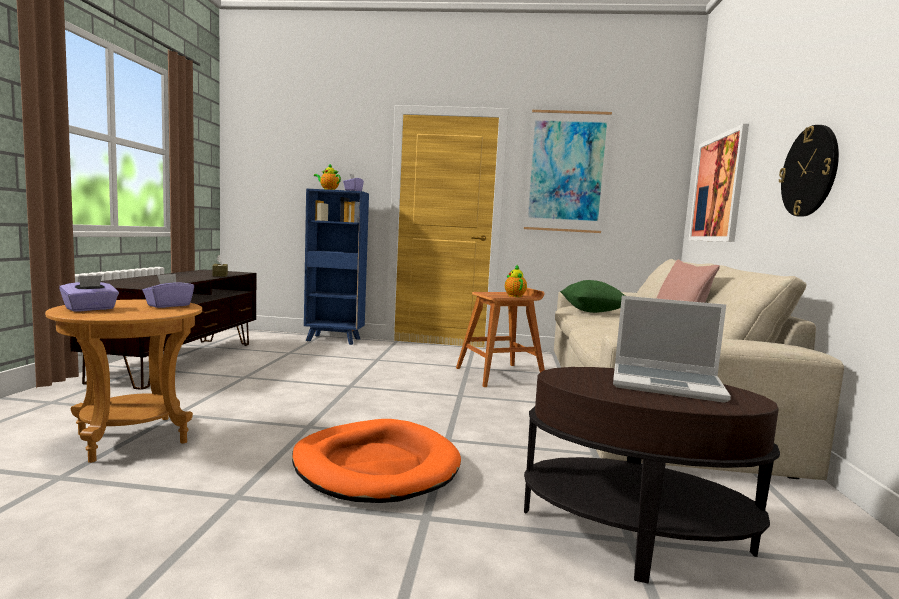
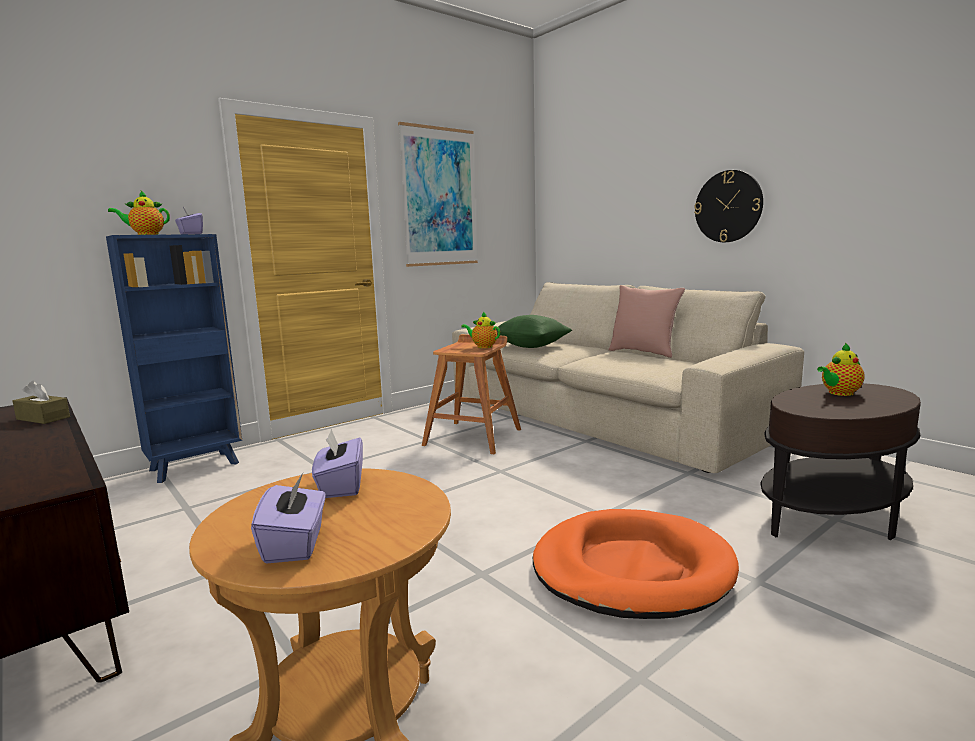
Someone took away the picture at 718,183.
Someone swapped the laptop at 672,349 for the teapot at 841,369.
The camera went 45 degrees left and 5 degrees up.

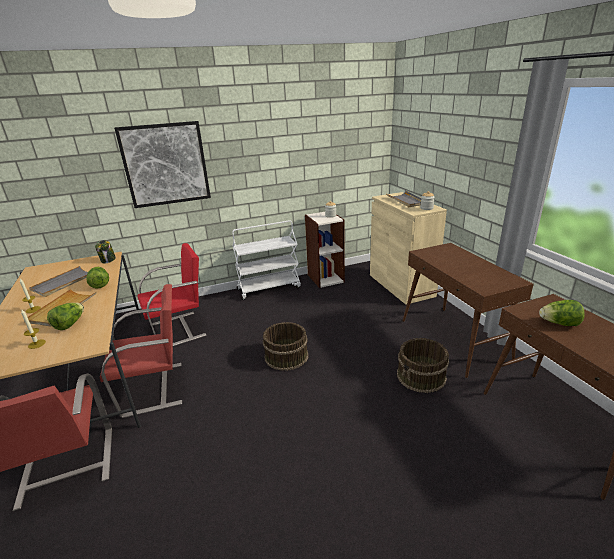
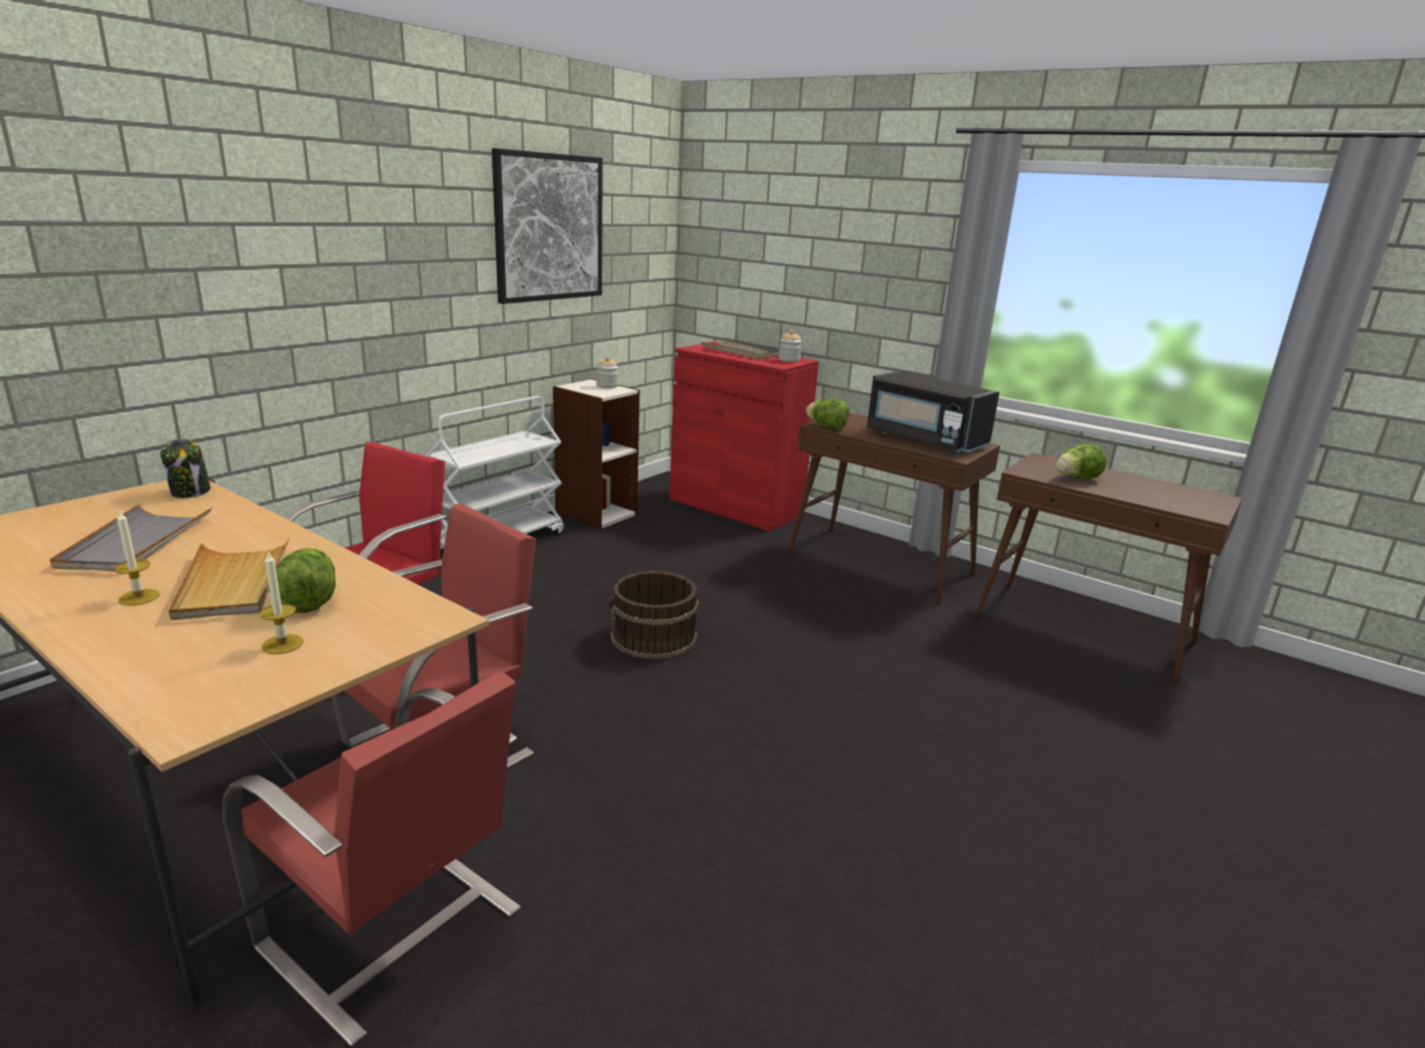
Someone carried the picture from 162,164 to 547,226.
Someone repainted the beige cabinet at 408,248, which became the red cabinet at 744,436.
Someone carried the lettuce from 97,278 to 827,414.
Someone took away the brown bucket at 423,365.
Someone put down the black microwave at 933,412.
The camera went 35 degrees left and 5 degrees down.

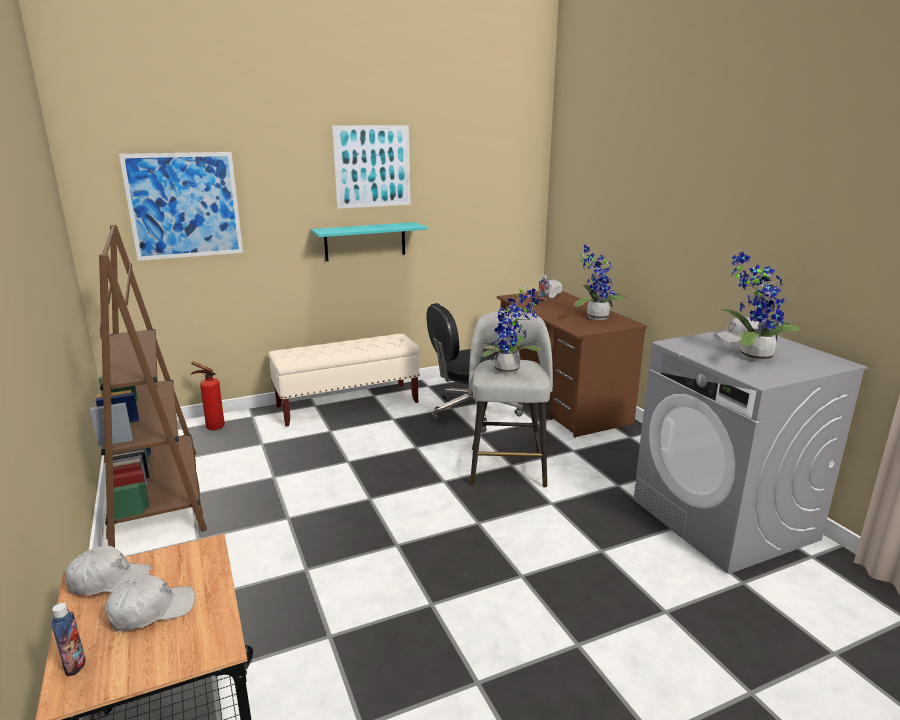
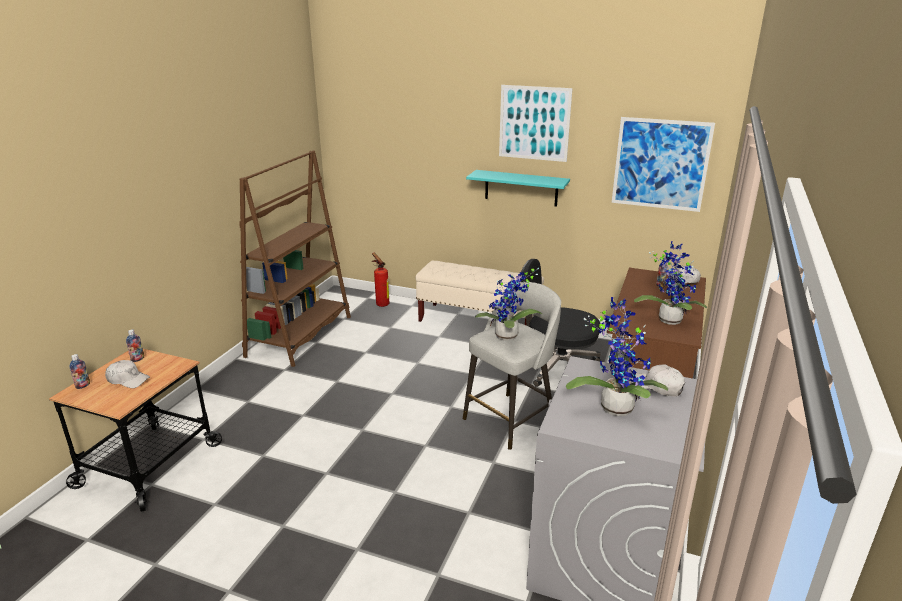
Someone carried the picture from 181,206 to 663,164.
Someone swapped the white cap at 108,570 for the bottle at 135,345.
The camera went 45 degrees right and 5 degrees up.

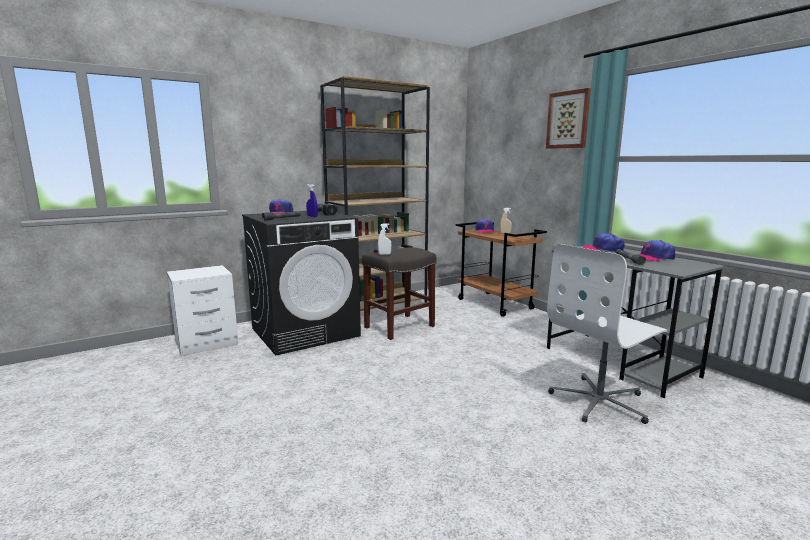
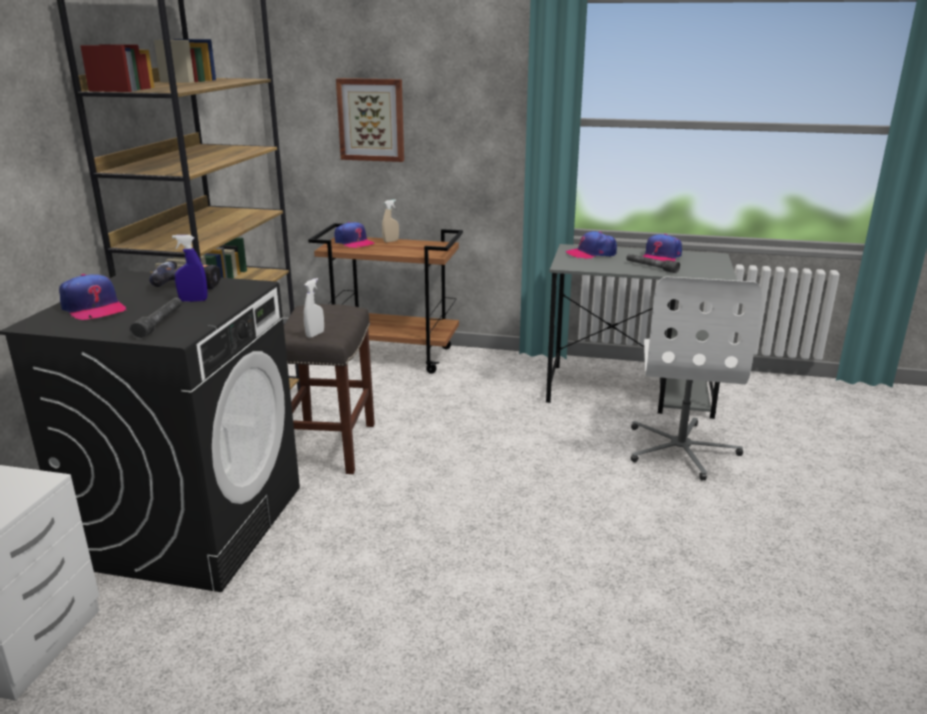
Someone carried the picture from 568,118 to 370,120.
The camera went 45 degrees left and 10 degrees up.

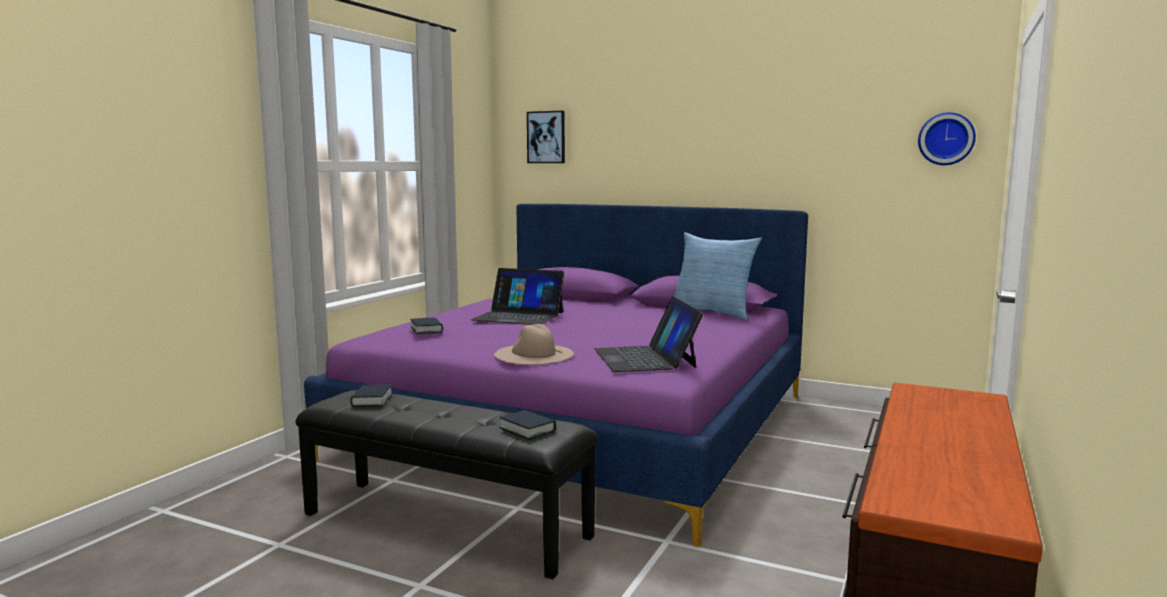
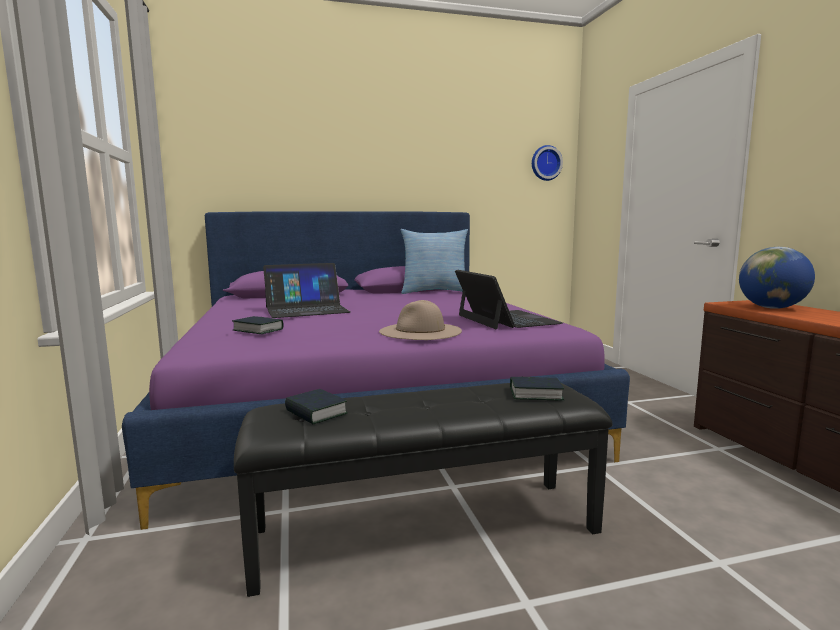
Someone took away the picture at 546,137.
Someone rotated the laptop at 648,334 by 150 degrees counterclockwise.
Someone put down the globe at 777,278.
The camera went 40 degrees left and 0 degrees up.

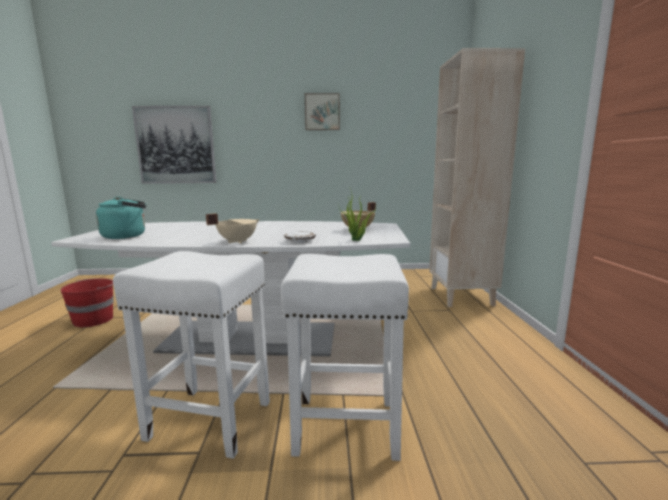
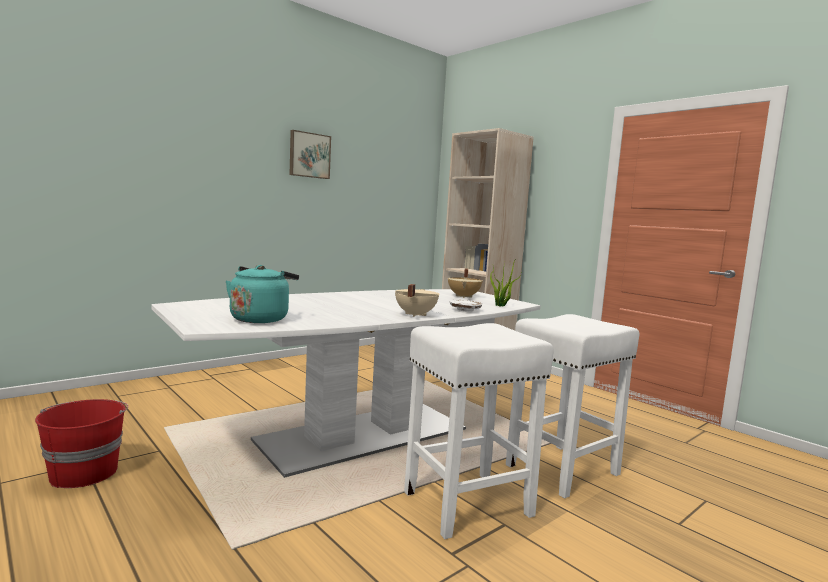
Someone took away the picture at 174,145.
The camera went 40 degrees left and 5 degrees down.

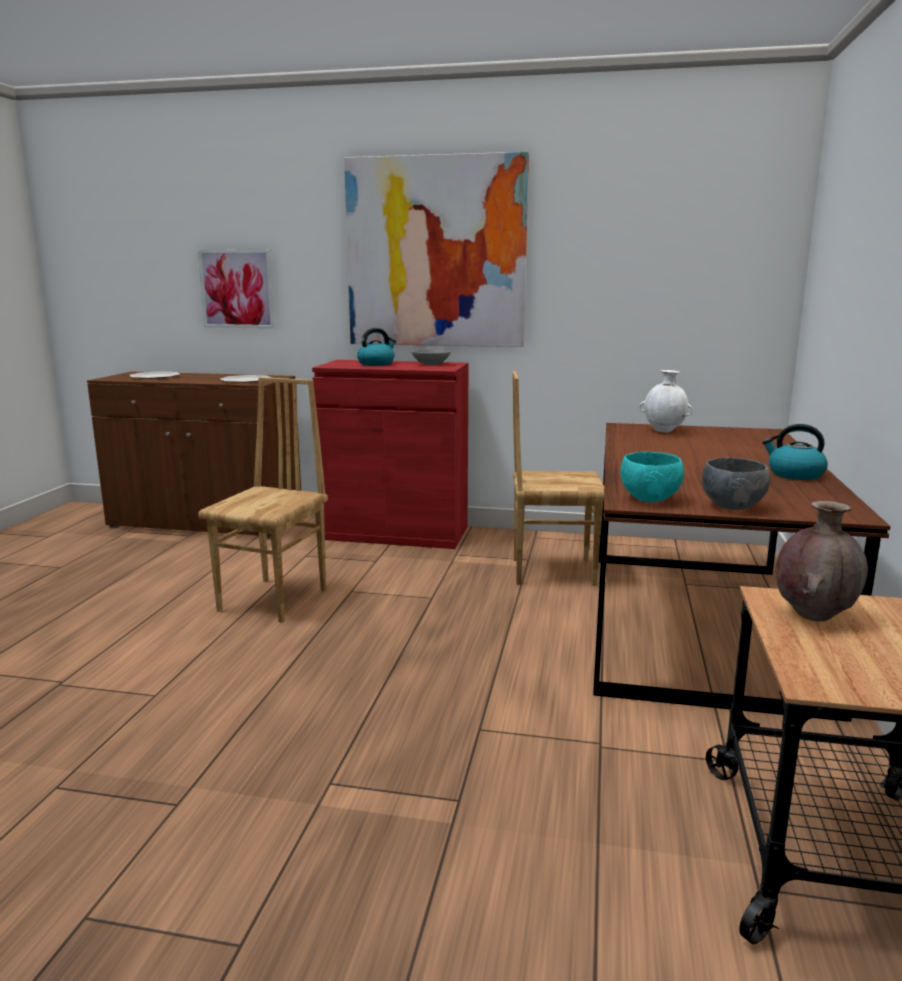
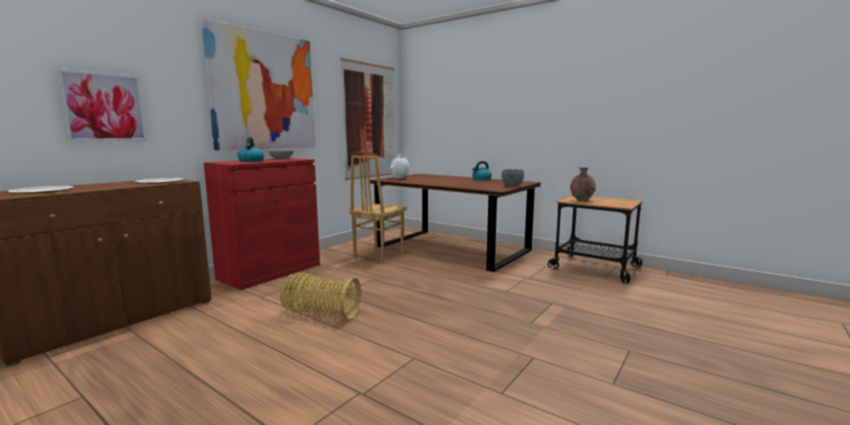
Someone swapped the brown chair at 263,500 for the basket at 320,296.
Someone took away the turquoise bowl at 652,477.
Someone put up the picture at 368,119.
The camera went 65 degrees left and 5 degrees down.

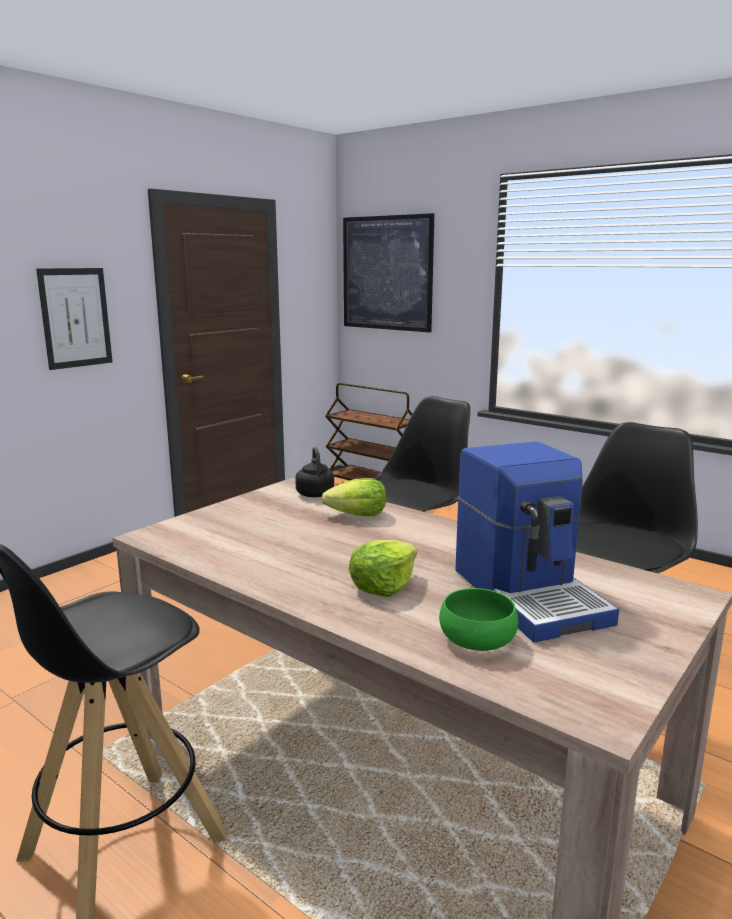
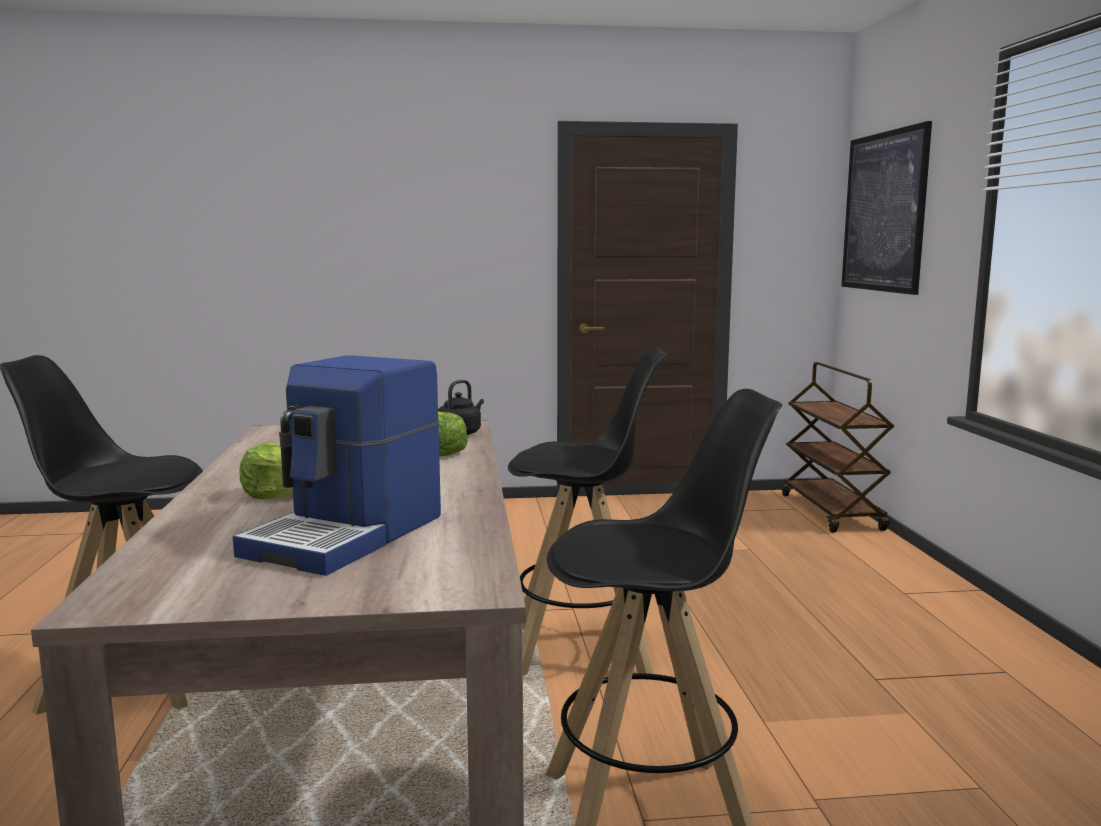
Someone took away the picture at 74,319.
Someone took away the green bowl at 479,619.
The camera went 45 degrees right and 5 degrees down.

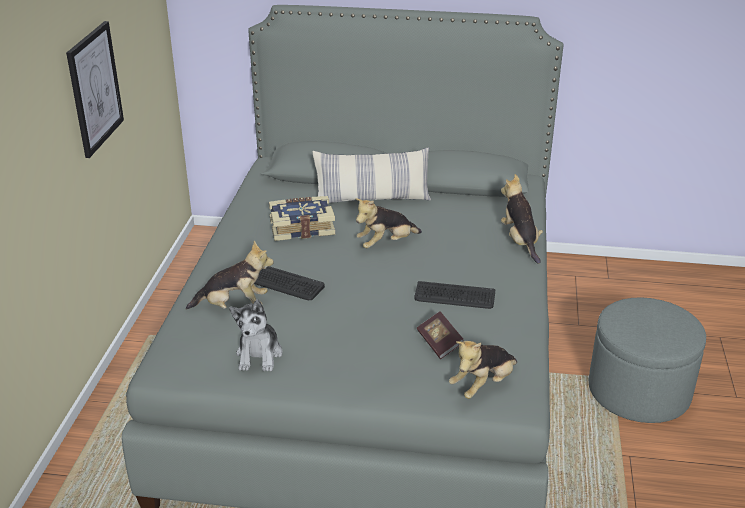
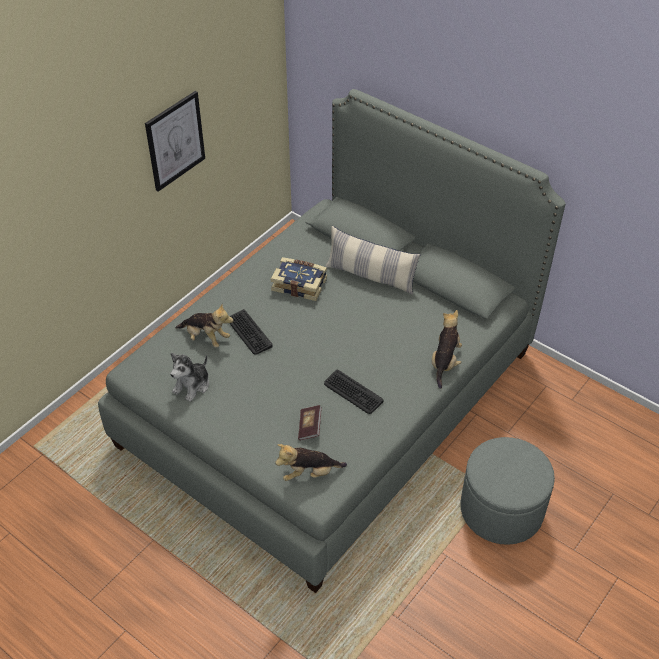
Someone took away the plush toy at 388,223.
The camera went 30 degrees right and 15 degrees up.

